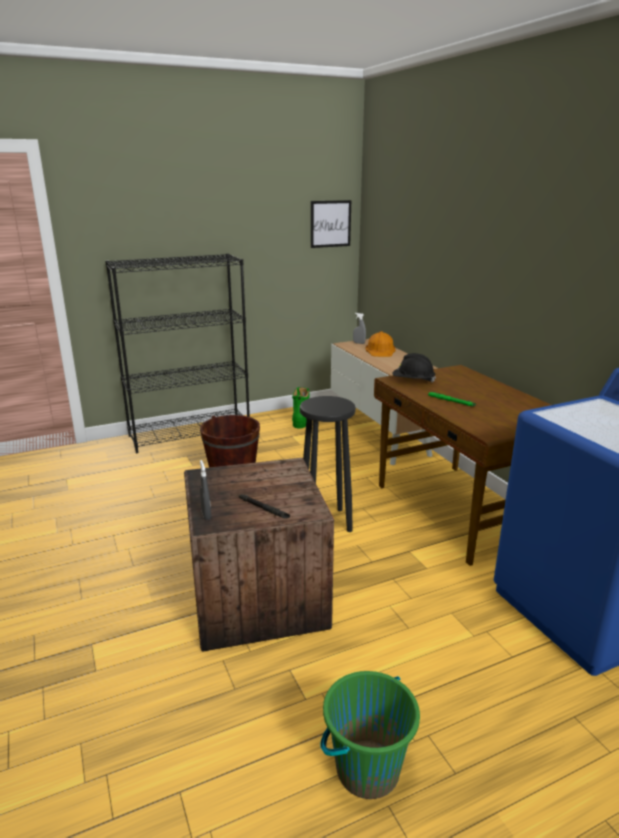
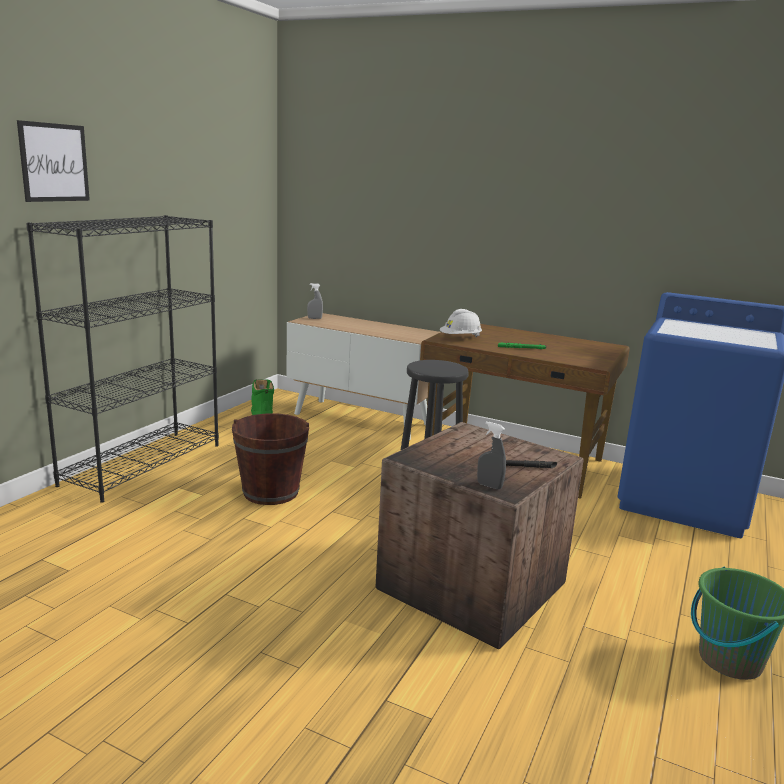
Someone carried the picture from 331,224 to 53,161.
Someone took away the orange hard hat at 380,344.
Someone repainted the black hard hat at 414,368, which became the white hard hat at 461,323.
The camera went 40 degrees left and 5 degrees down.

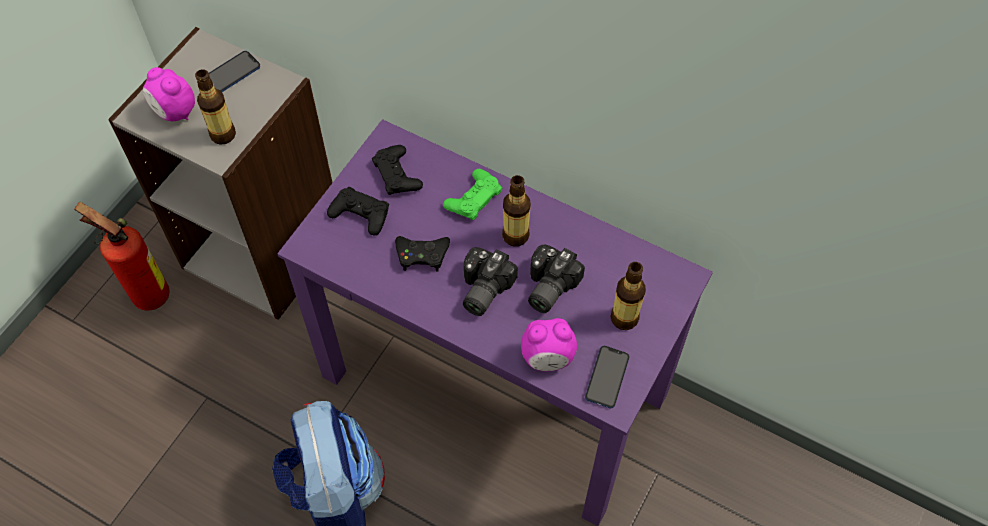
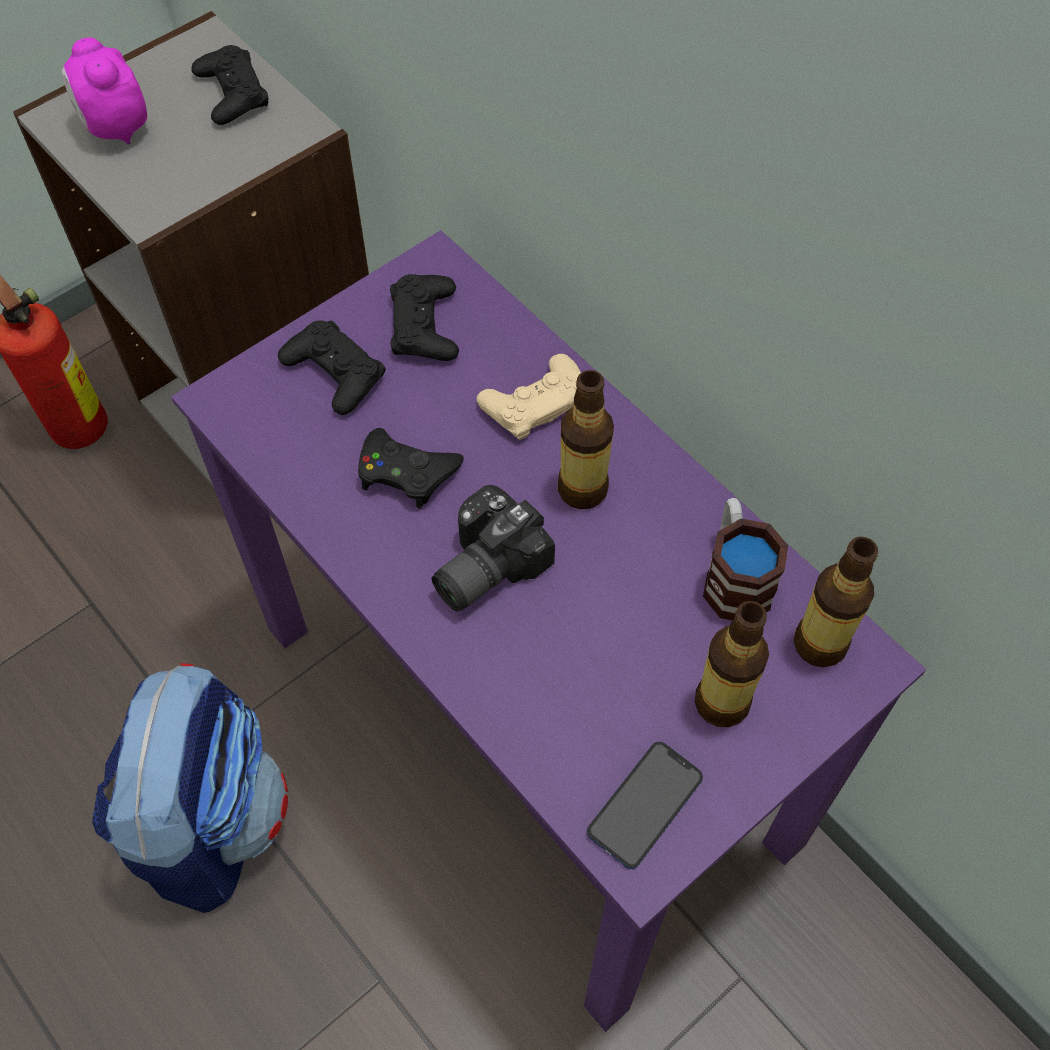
Someone swapped the phone at 234,71 for the black game controller at 230,85.
Someone carried the bottle from 215,107 to 835,602.
Someone repainted the green game controller at 472,194, which became the beige game controller at 528,397.
Someone took away the photo camera at 556,279.
Someone took away the alarm clock at 549,345.
Someone put down the mug at 745,559.
The camera went 20 degrees right and 0 degrees up.

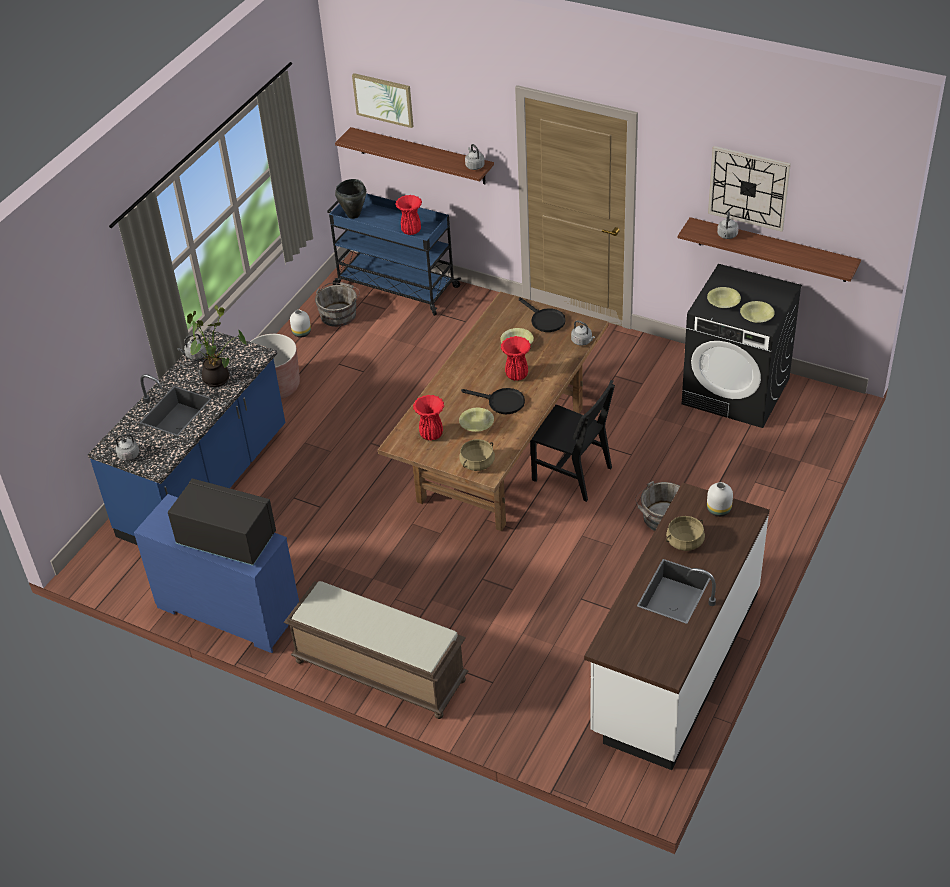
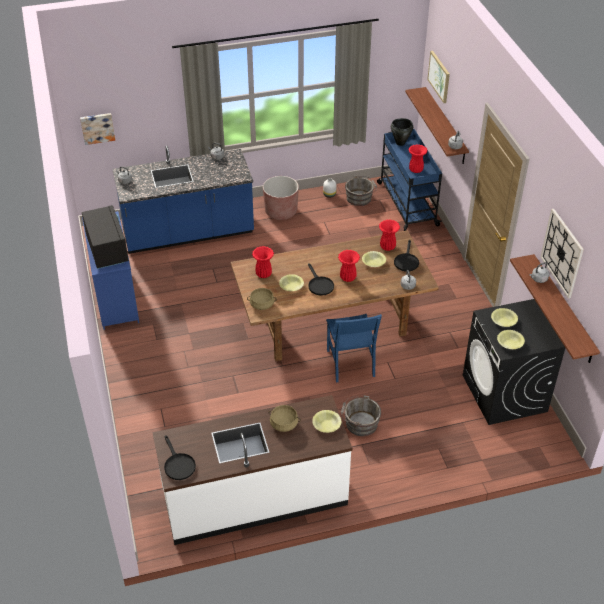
Someone took away the potted plant at 217,346.
Someone repainted the black chair at 572,441, which became the blue chair at 354,348.
Someone swapped the white vase at 720,499 for the yellow bowl at 326,421.
Someone took away the brown bench at 376,650.
Someone put up the picture at 97,129.
Someone put down the red vase at 389,235.
Someone put down the black frying pan at 180,457.
The camera went 45 degrees right and 0 degrees up.

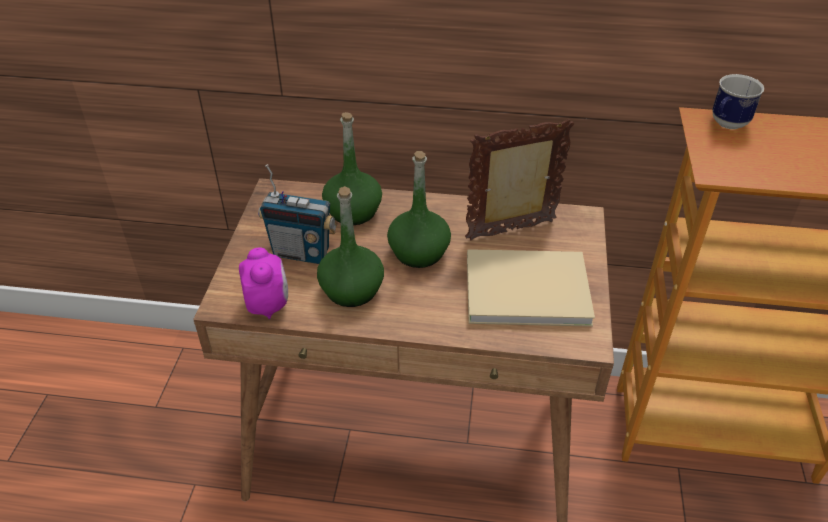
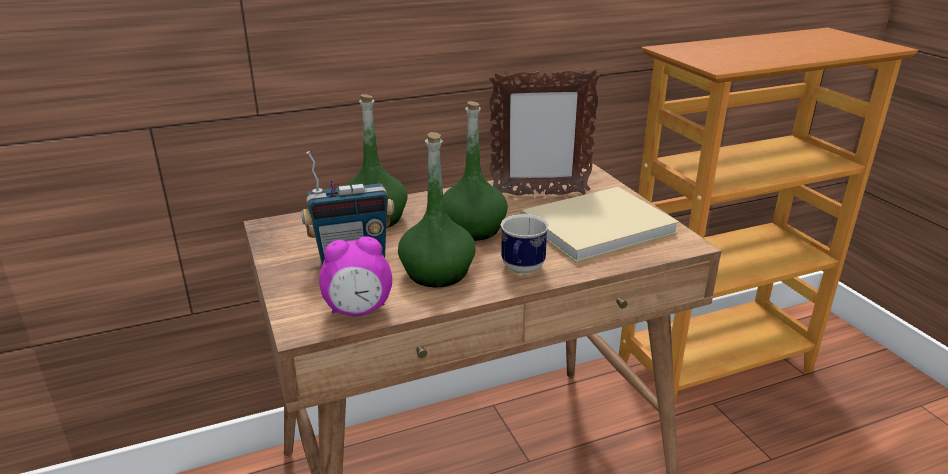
Someone carried the mug from 738,101 to 525,244.
Someone rotated the picture frame at 519,179 by 135 degrees counterclockwise.
Someone rotated the alarm clock at 263,283 by 120 degrees clockwise.
The camera went 30 degrees left and 15 degrees down.

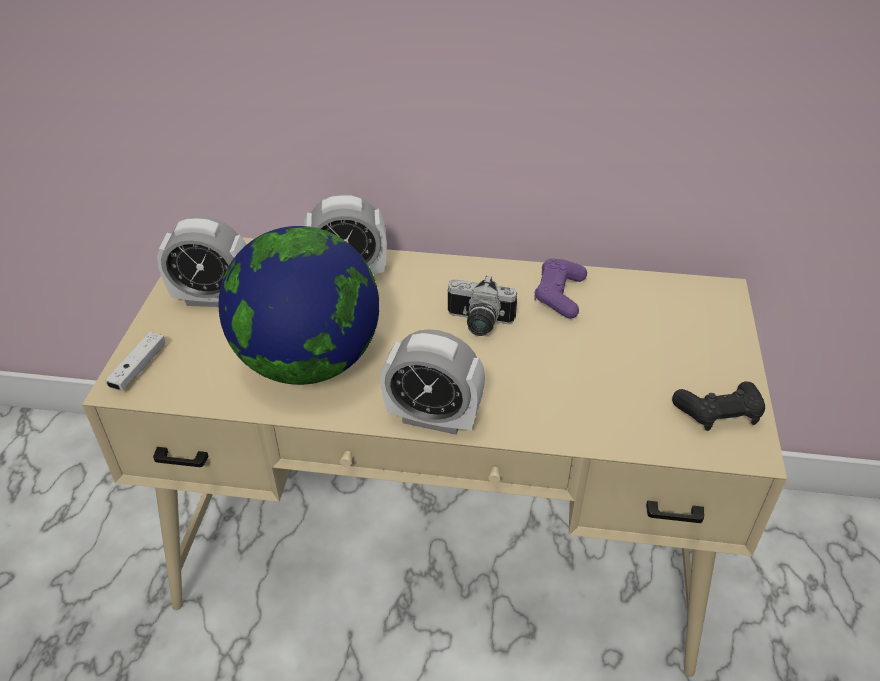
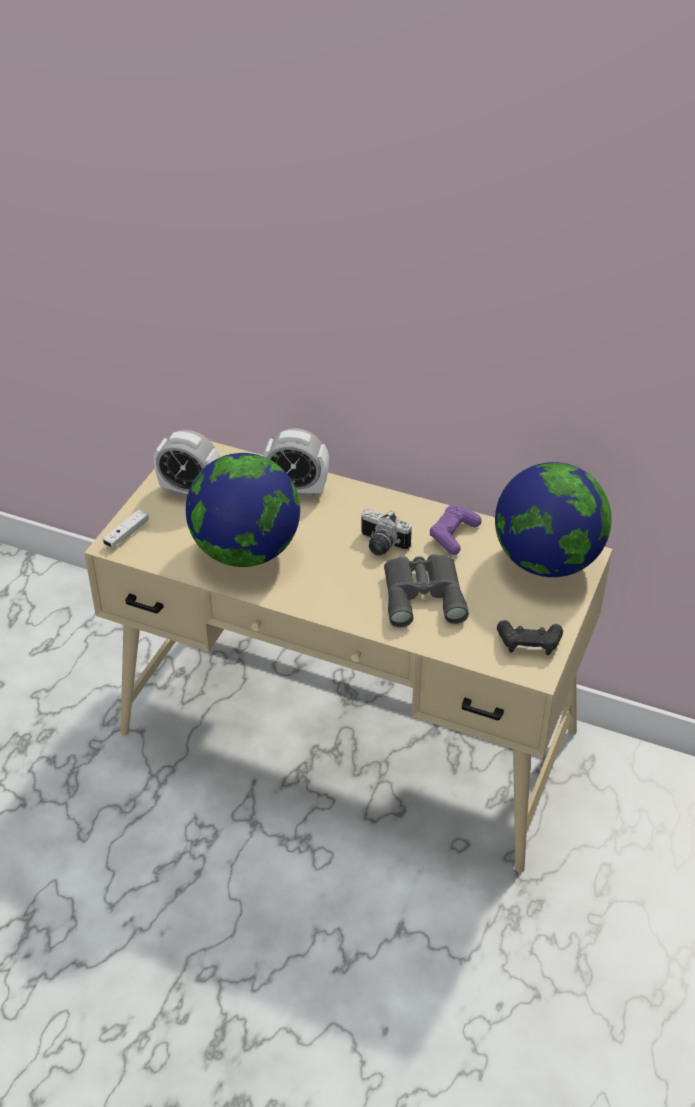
Someone took away the alarm clock at 432,382.
Someone put down the globe at 553,519.
Someone put down the grey binoculars at 426,590.
The camera went 15 degrees right and 0 degrees up.

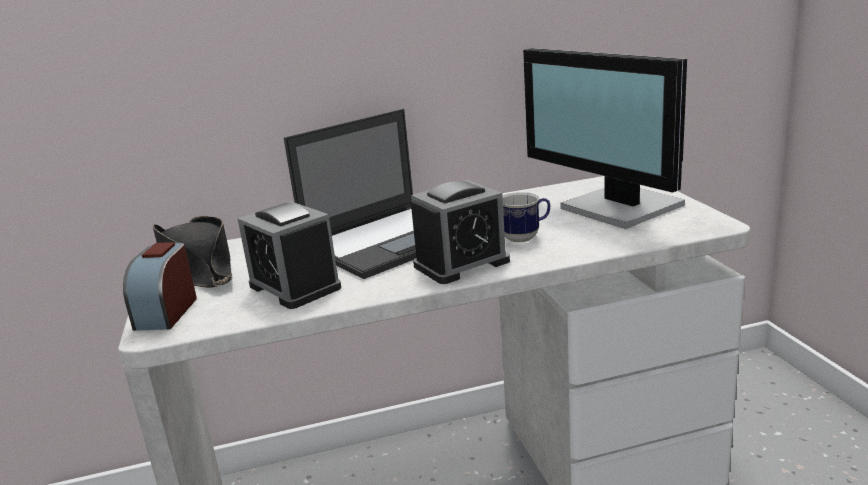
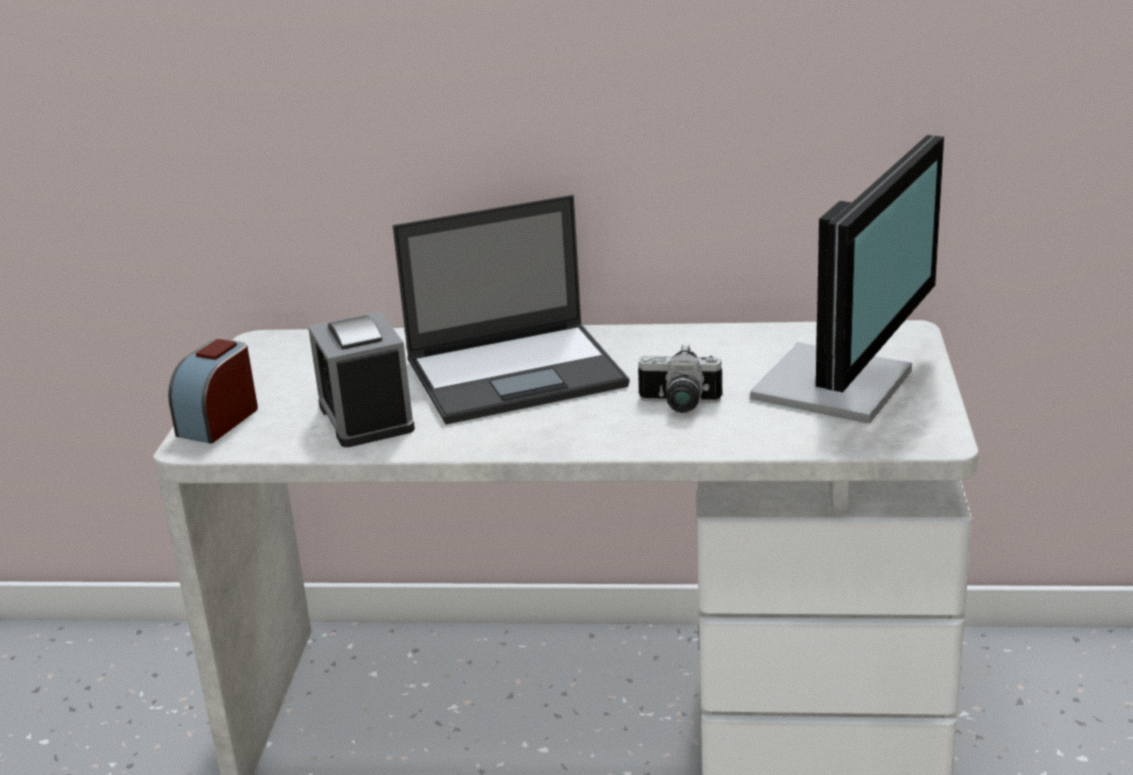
Someone rotated the monitor at 605,138 by 135 degrees counterclockwise.
Someone took away the alarm clock at 460,232.
Someone swapped the mug at 526,217 for the photo camera at 680,379.
Someone took away the black hat at 192,252.
The camera went 20 degrees right and 5 degrees up.

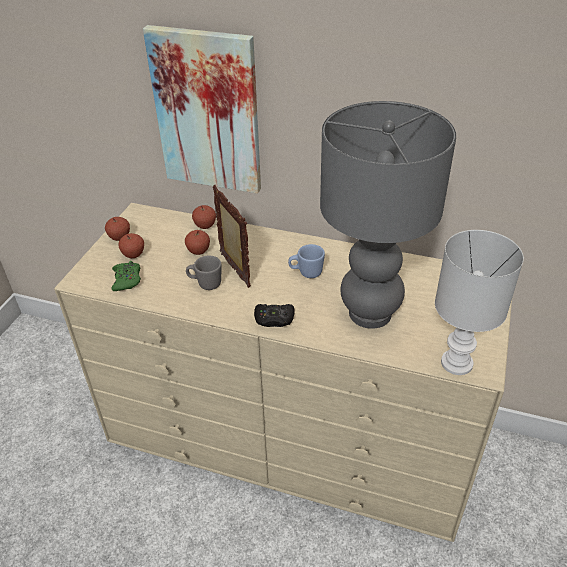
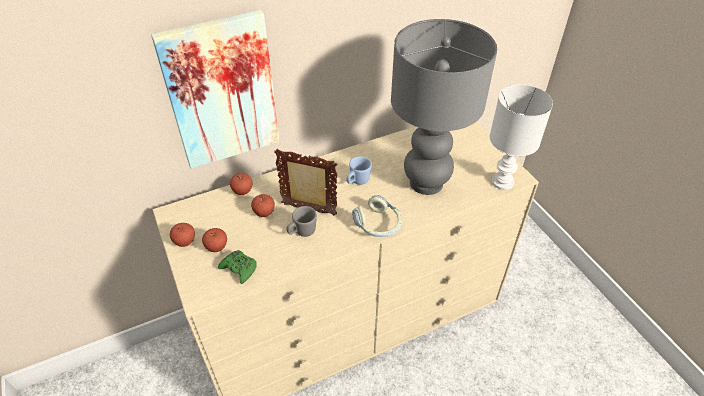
Someone swapped the black game controller at 274,315 for the headphones at 377,216.
The camera went 45 degrees left and 5 degrees up.

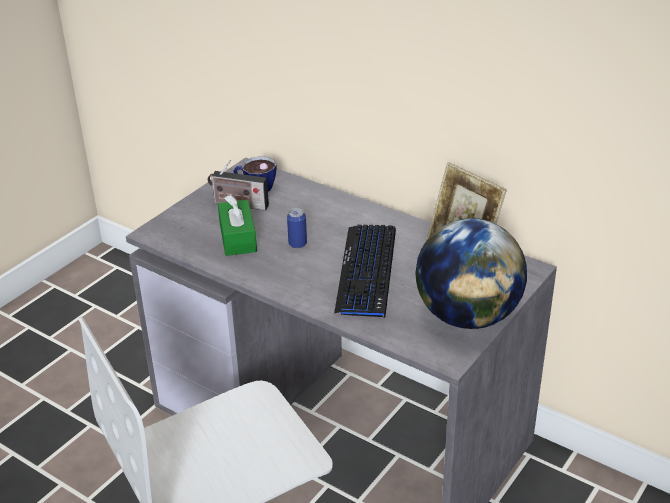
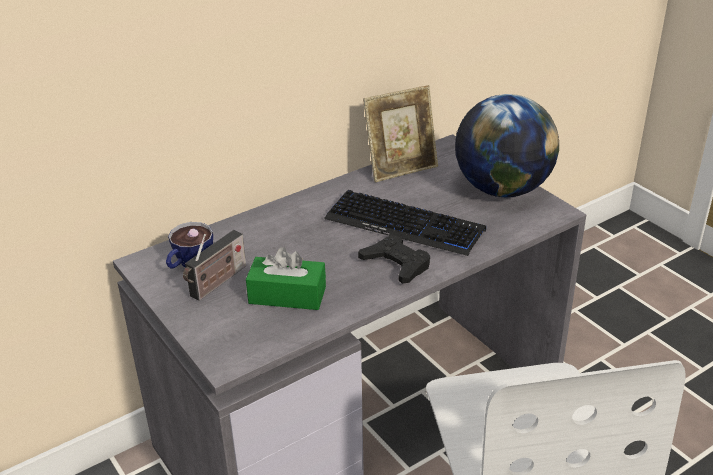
Someone took away the can at 297,228.
Someone put down the black game controller at 394,259.
The camera went 70 degrees left and 0 degrees up.

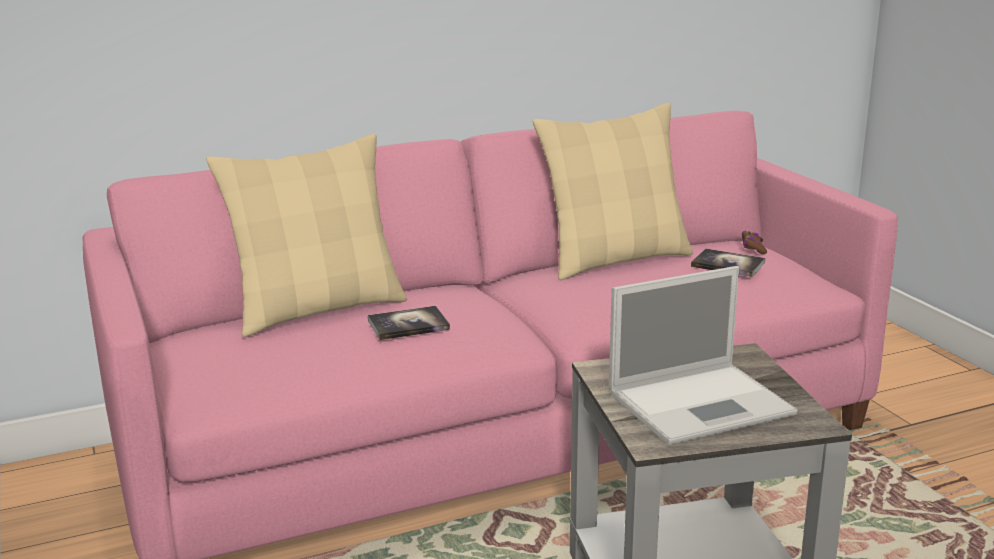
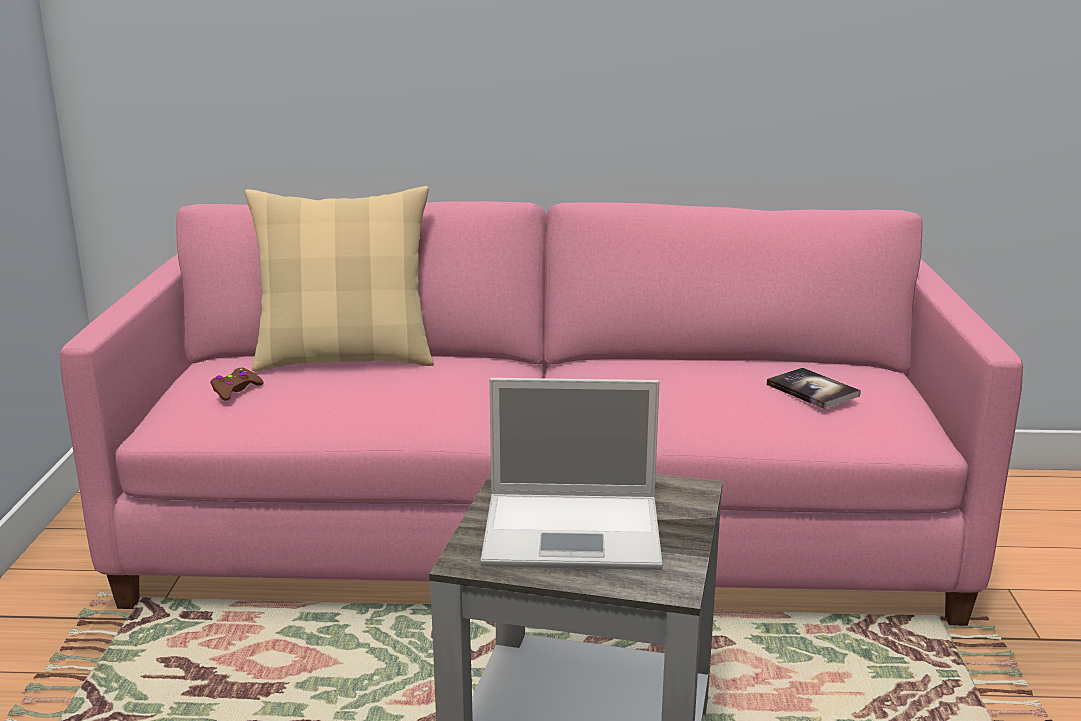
Someone took away the beige pillow at 613,191.
Someone carried the brown game controller from 754,242 to 236,384.
Someone took away the book at 409,323.
The camera went 25 degrees right and 0 degrees up.

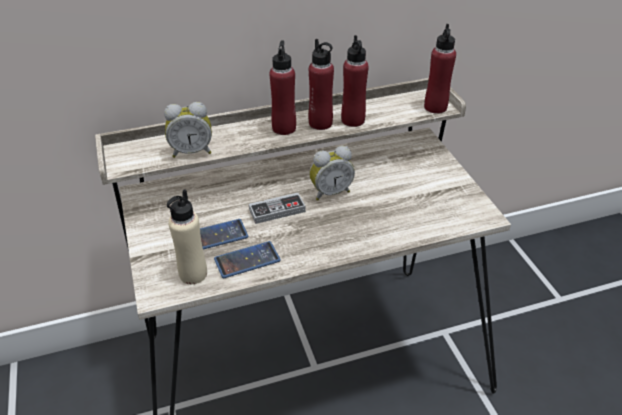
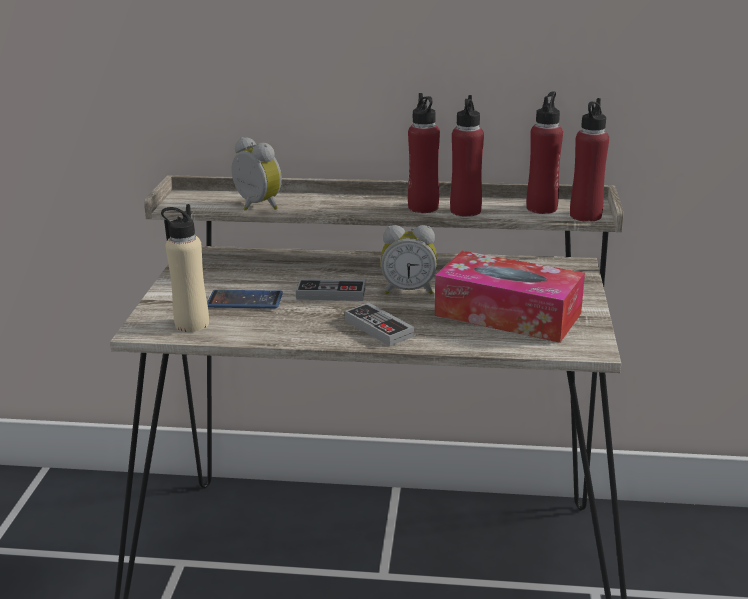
Someone carried the red bottle from 282,87 to 544,152.
Someone rotated the alarm clock at 188,130 by 150 degrees counterclockwise.
Someone took away the phone at 247,259.
Someone put down the tissue box at 510,297.
Someone put down the game controller at 379,324.
The camera went 25 degrees right and 15 degrees down.

